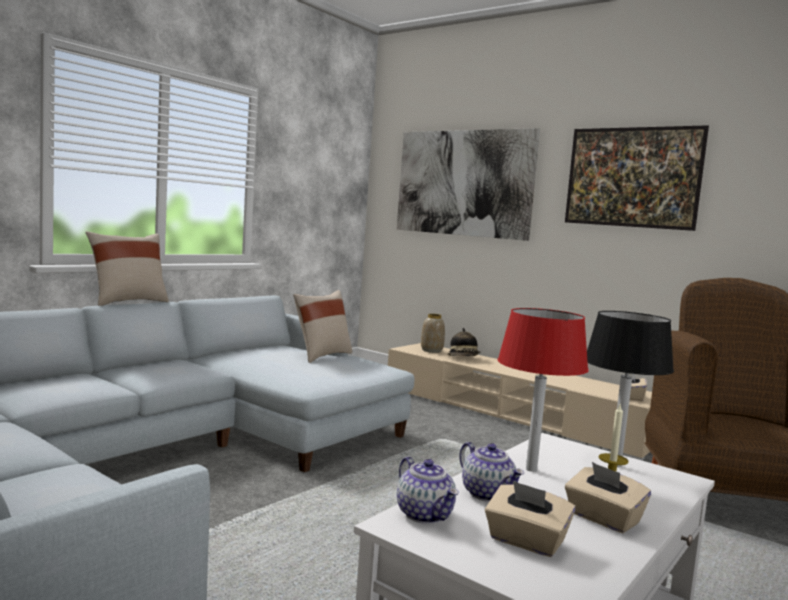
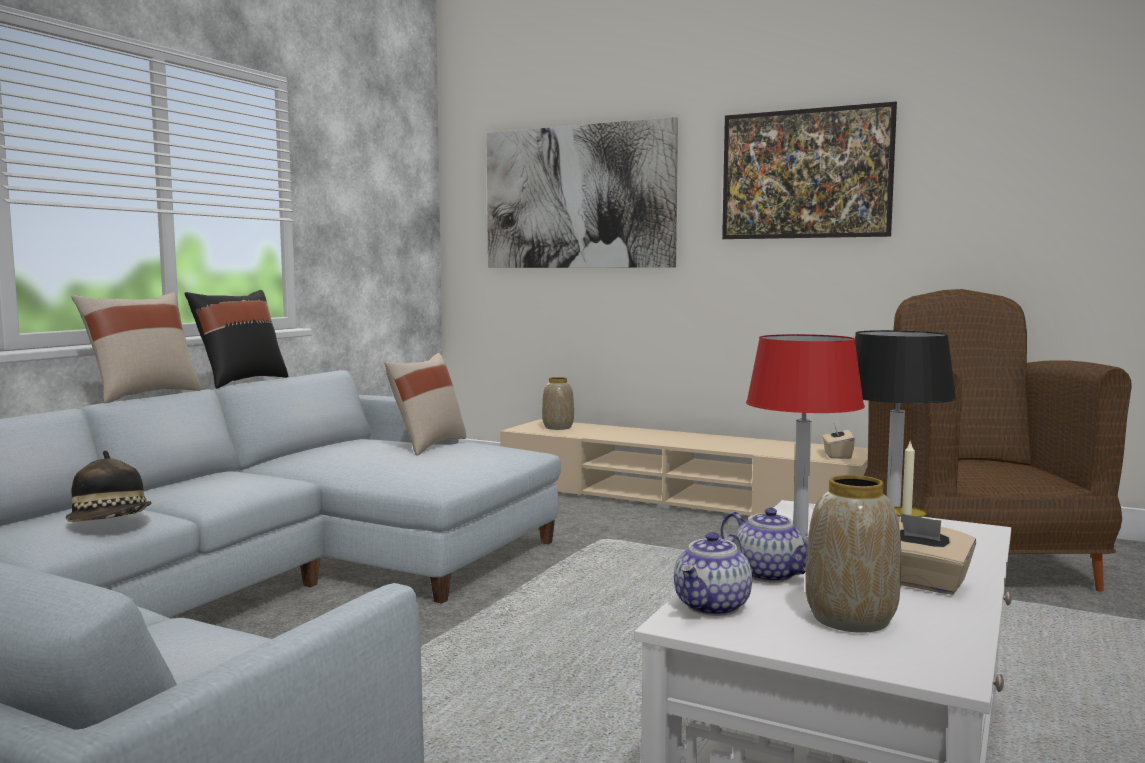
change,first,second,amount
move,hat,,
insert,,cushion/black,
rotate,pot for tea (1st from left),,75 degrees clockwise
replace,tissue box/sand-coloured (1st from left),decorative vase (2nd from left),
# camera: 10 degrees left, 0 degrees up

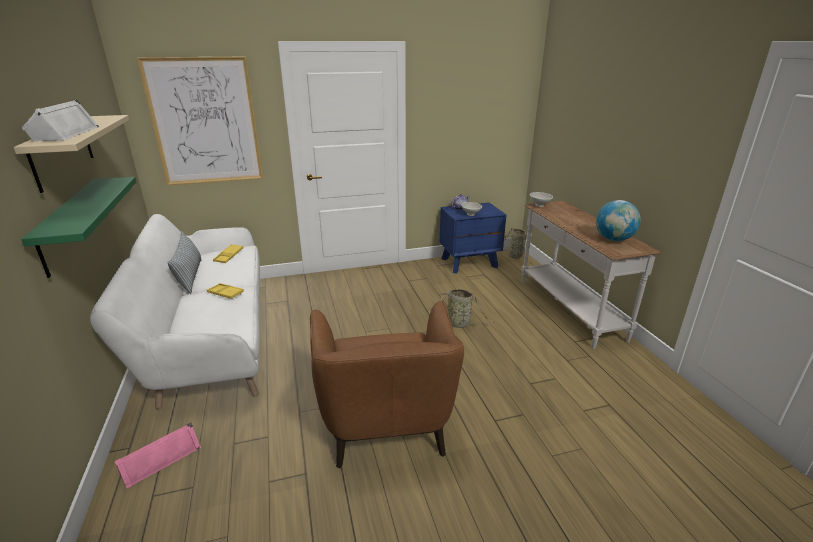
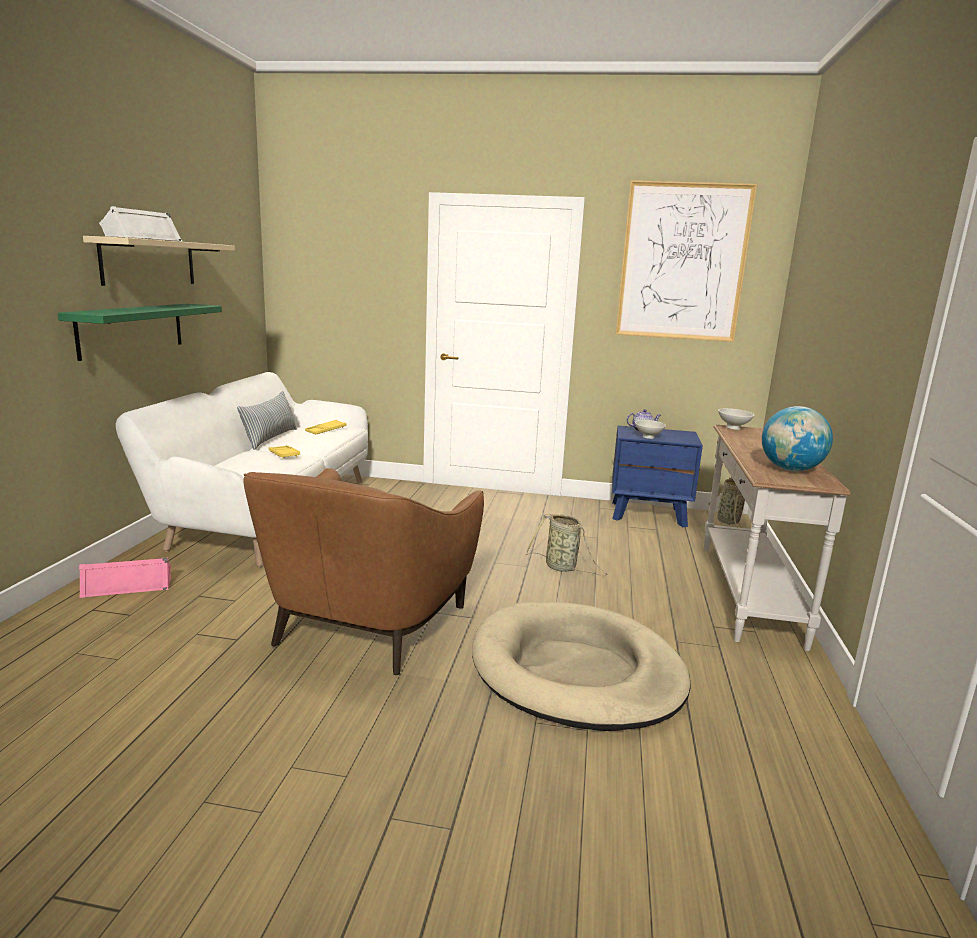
change,first,second,amount
insert,,pet bed/sand-coloured,
move,picture,,
# camera: 25 degrees right, 10 degrees down

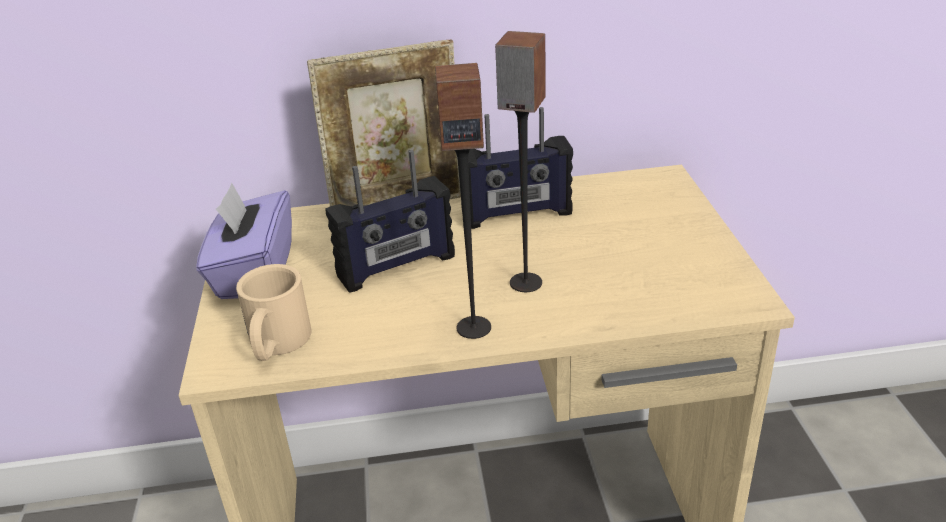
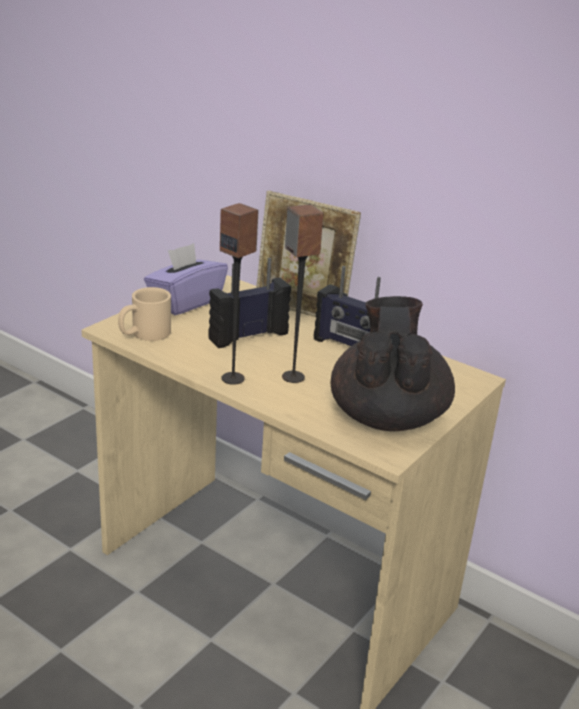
change,first,second,amount
rotate,radio set (1st from left),,135 degrees clockwise
insert,,pot for tea/black,
# camera: 40 degrees right, 5 degrees down

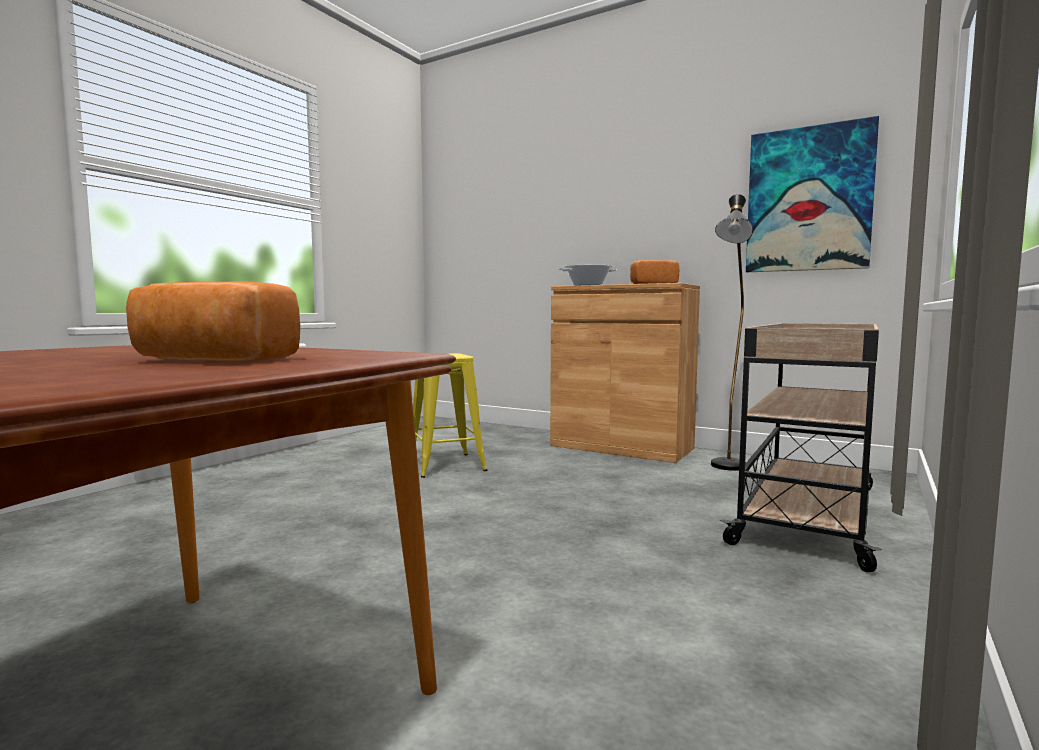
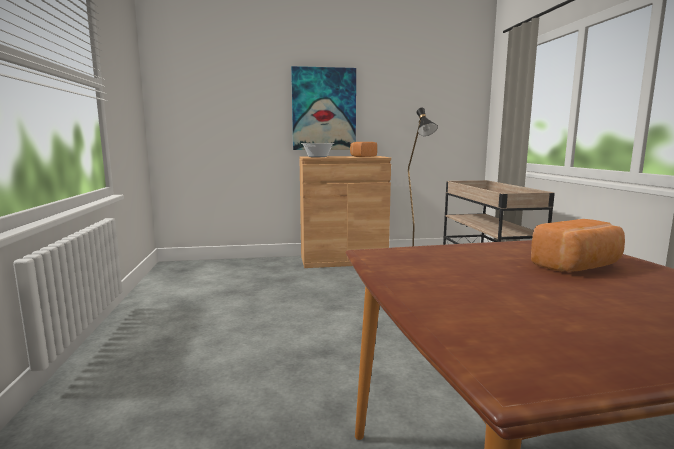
change,first,second,amount
move,picture,,
delete,stool/yellow,,
# camera: 40 degrees left, 5 degrees up

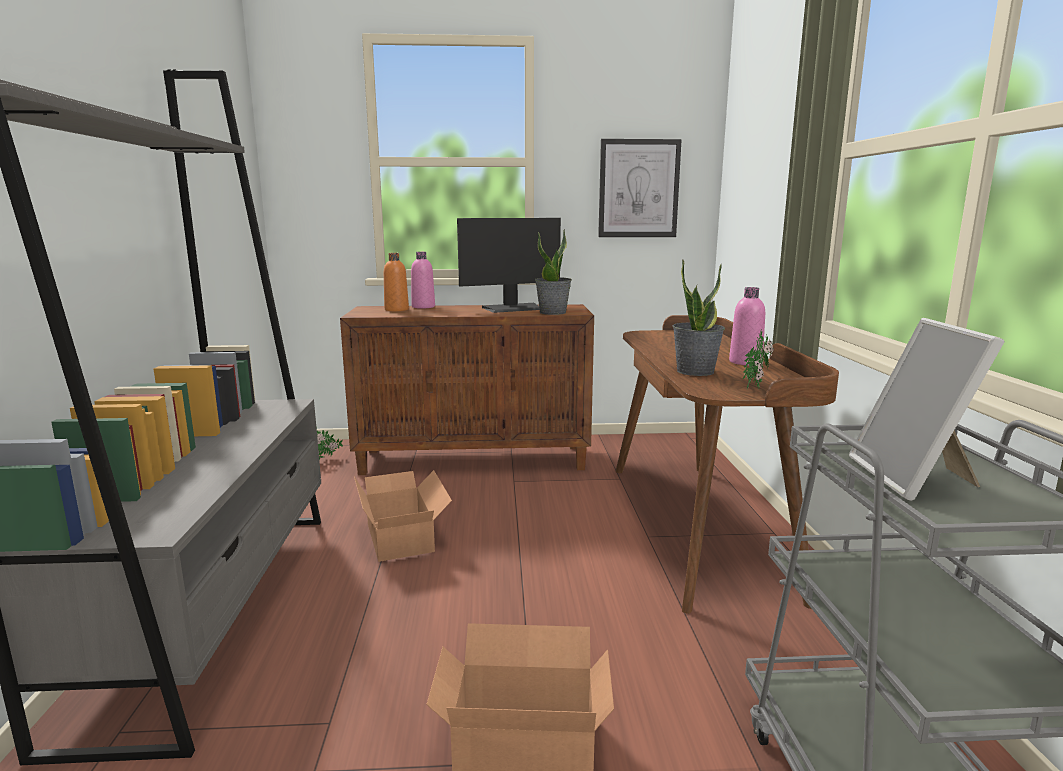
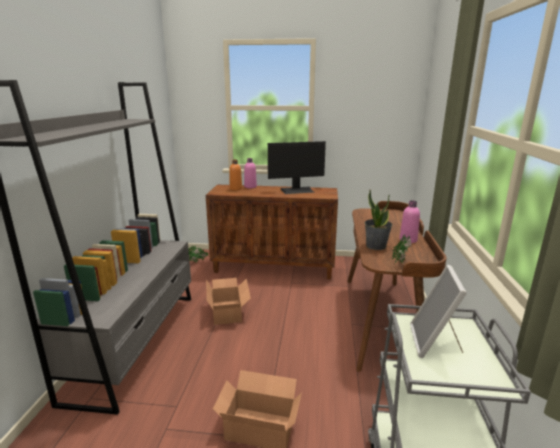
change,first,second,amount
delete,potted plant (2nd from left),,
delete,picture,,
# camera: 10 degrees right, 5 degrees up

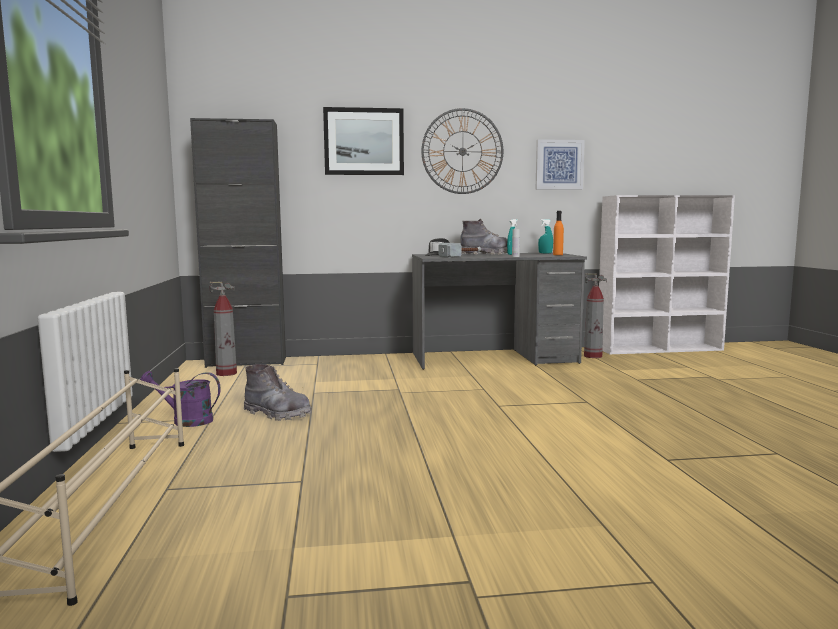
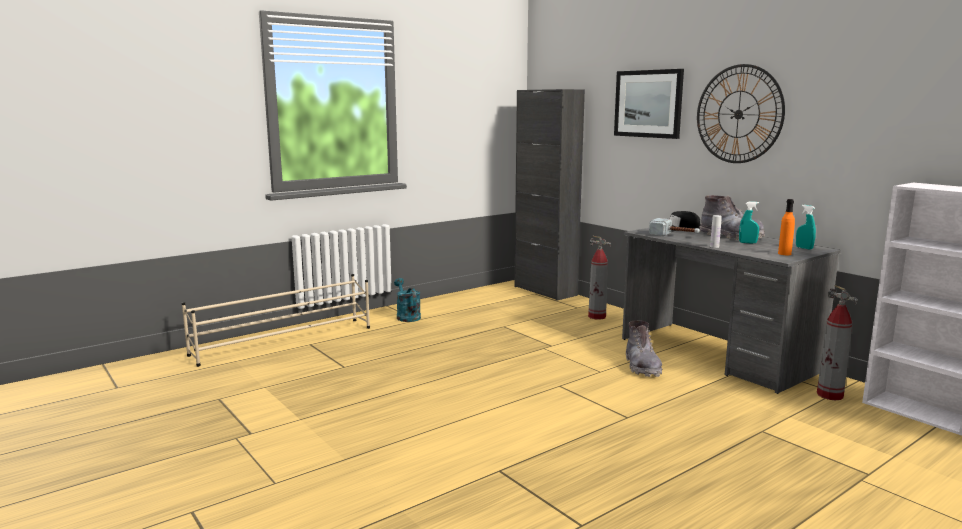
change,first,second,amount
recolor,sprinkling can/purplish,sprinkling can/blue-green,
move,extinguisher (1st from left),,
move,boot/grey (1st from left),,
delete,picture (2nd from left),,
# camera: 60 degrees right, 5 degrees up

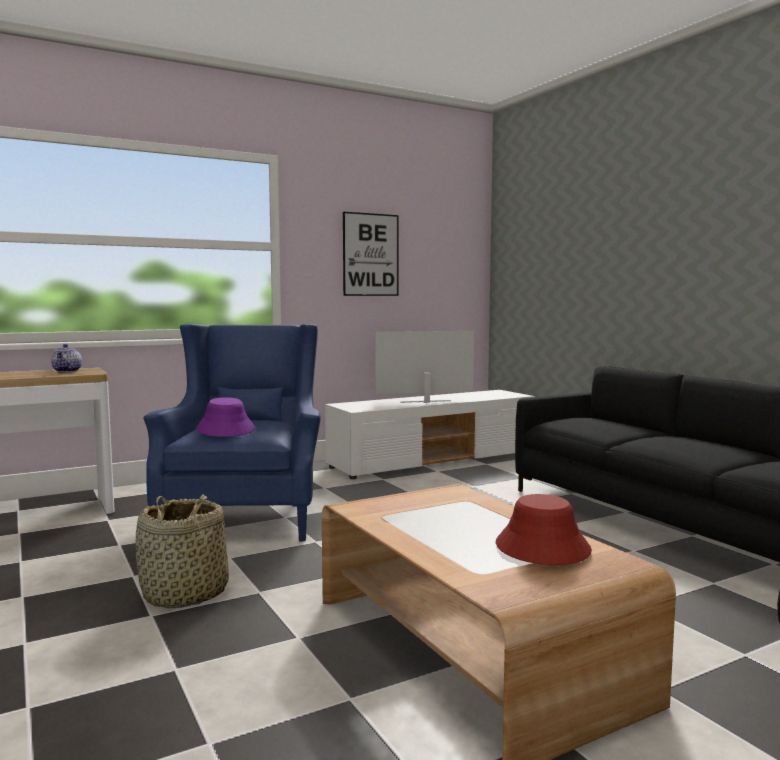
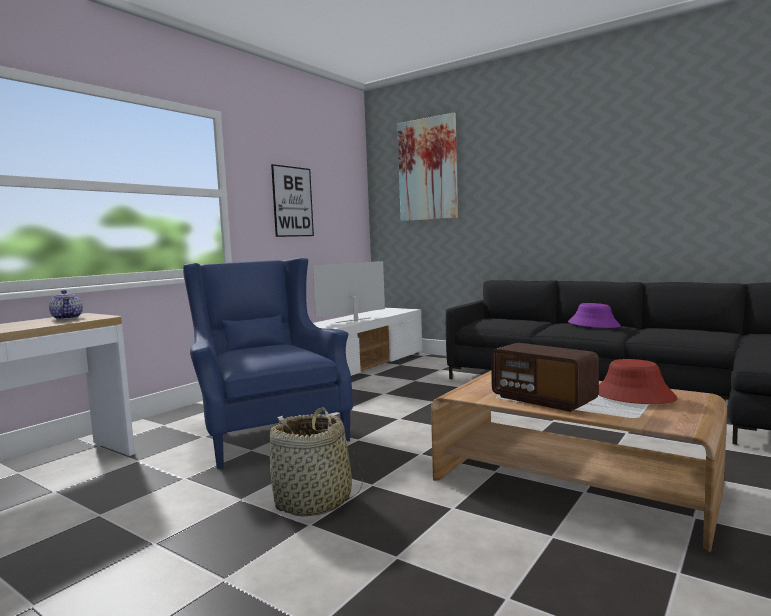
change,first,second,amount
insert,,picture (2nd from left),
insert,,radio set,
move,hat/purplish,,
# camera: 25 degrees left, 0 degrees up

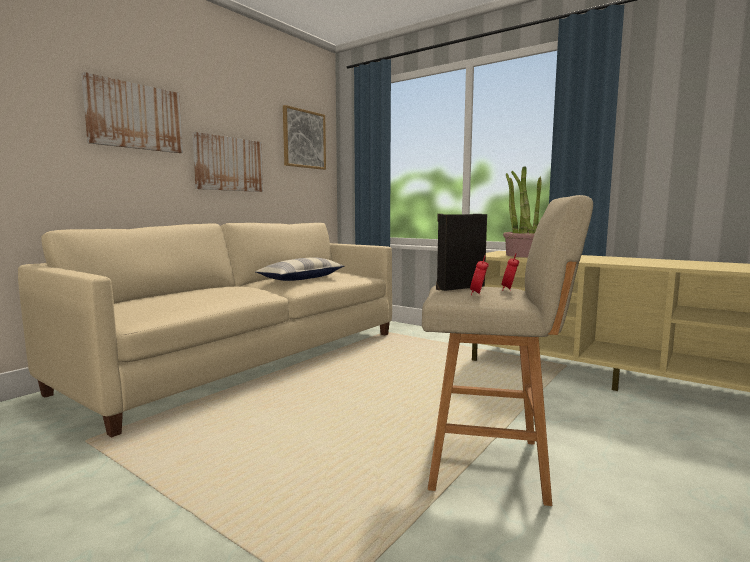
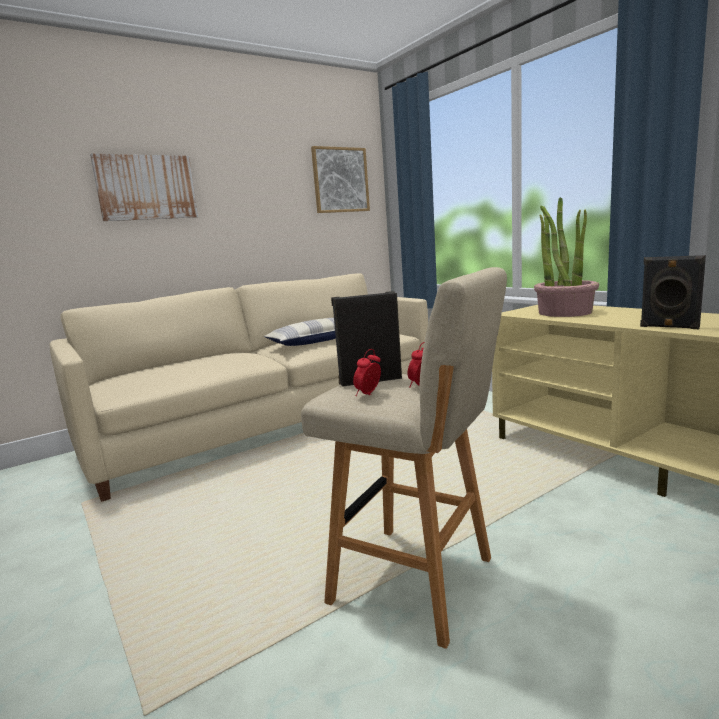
change,first,second,amount
insert,,audio speaker/black (2nd from left),
delete,picture (2nd from left),,
# camera: 20 degrees right, 5 degrees up

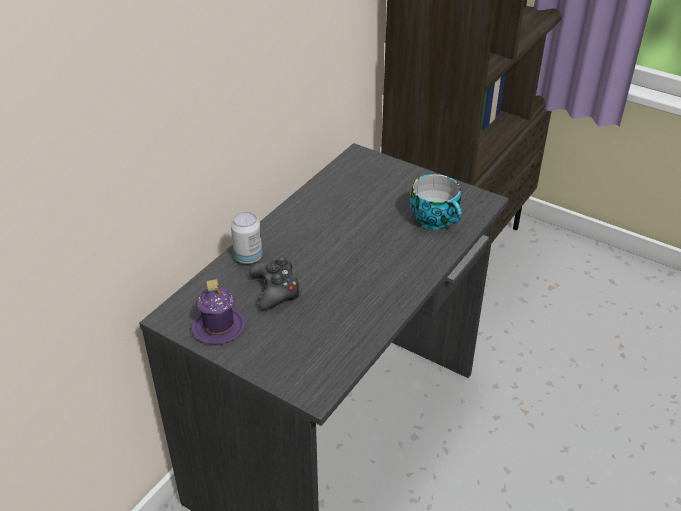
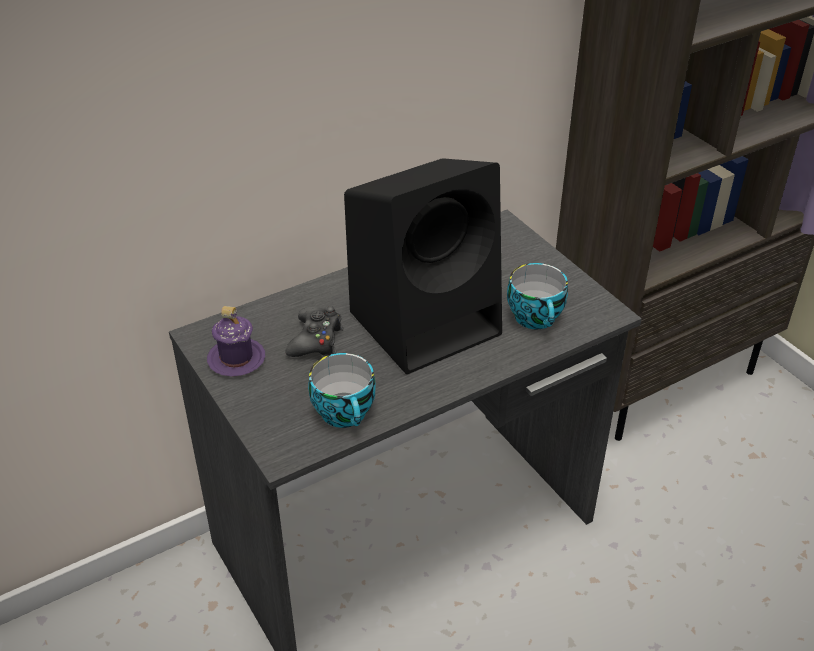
change,first,second,amount
insert,,drinking cup (1st from left),
insert,,audio speaker/black,
delete,sealed can,,
# camera: 25 degrees right, 0 degrees up

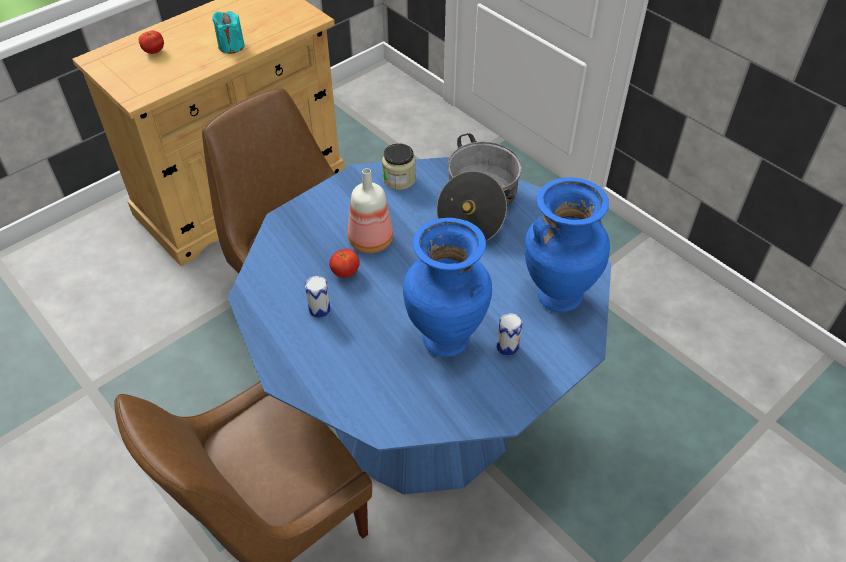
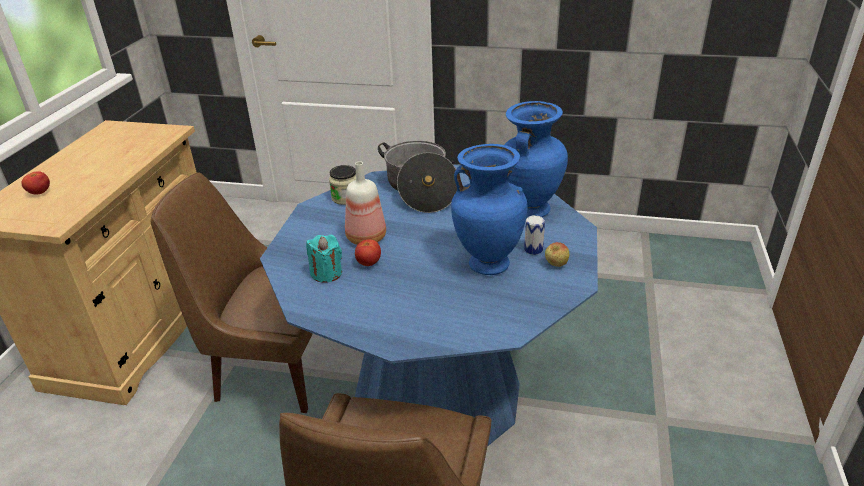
change,first,second,amount
move,candle/blue-green,,
insert,,apple fruit,
delete,sealed can (1st from left),,
# camera: 35 degrees left, 15 degrees down

